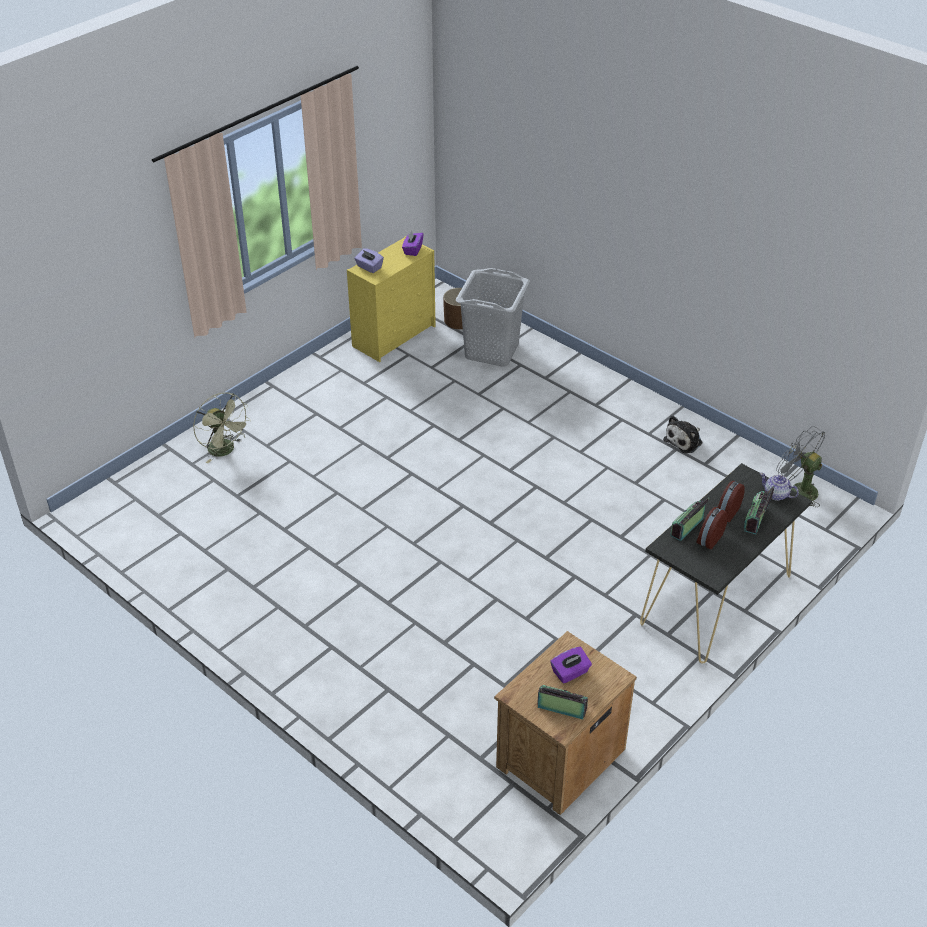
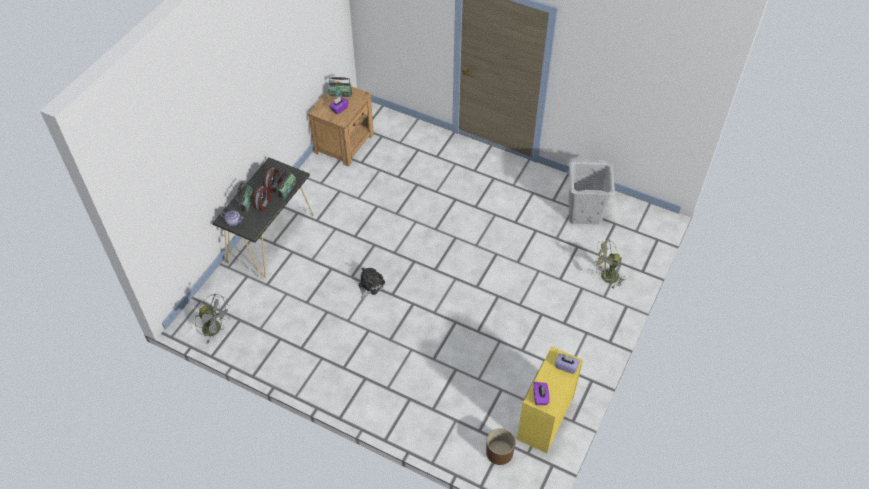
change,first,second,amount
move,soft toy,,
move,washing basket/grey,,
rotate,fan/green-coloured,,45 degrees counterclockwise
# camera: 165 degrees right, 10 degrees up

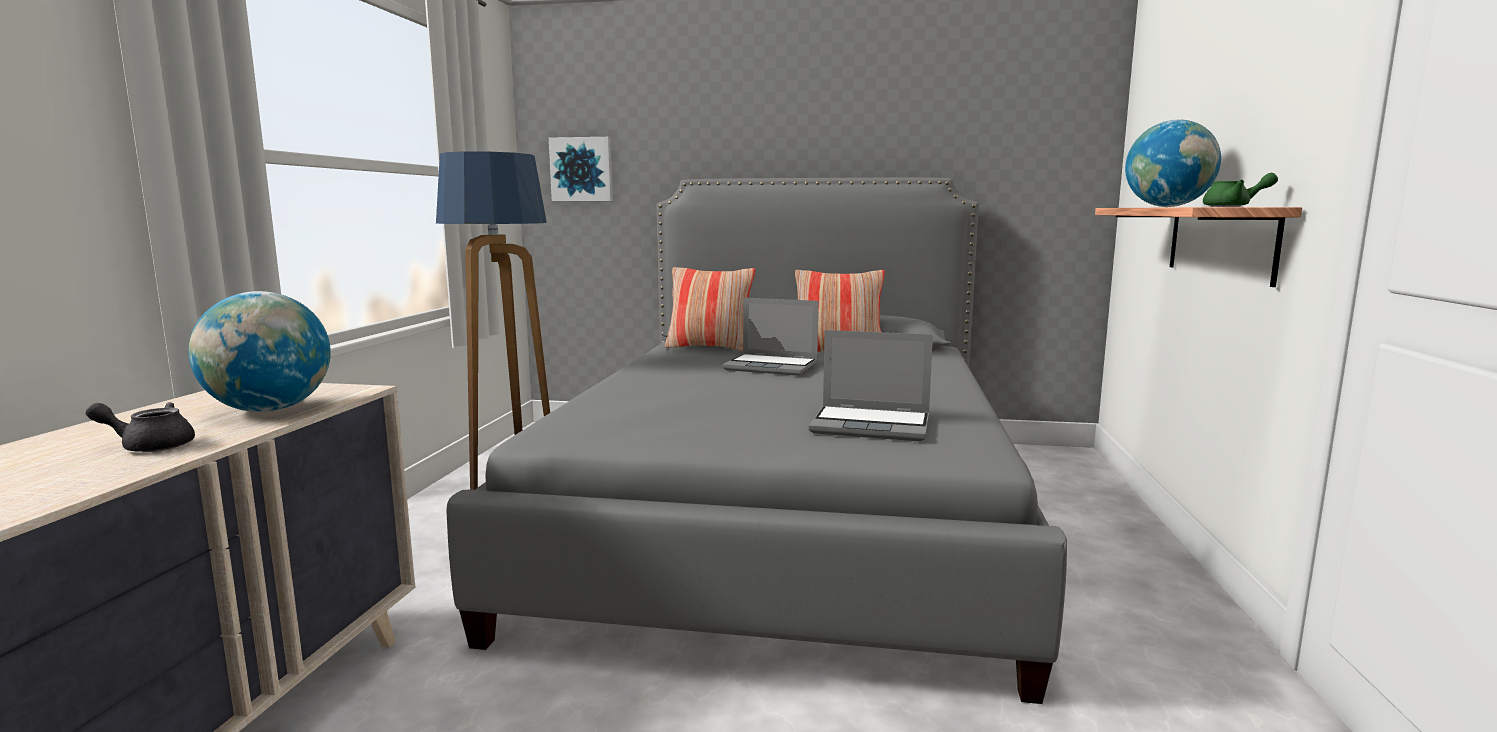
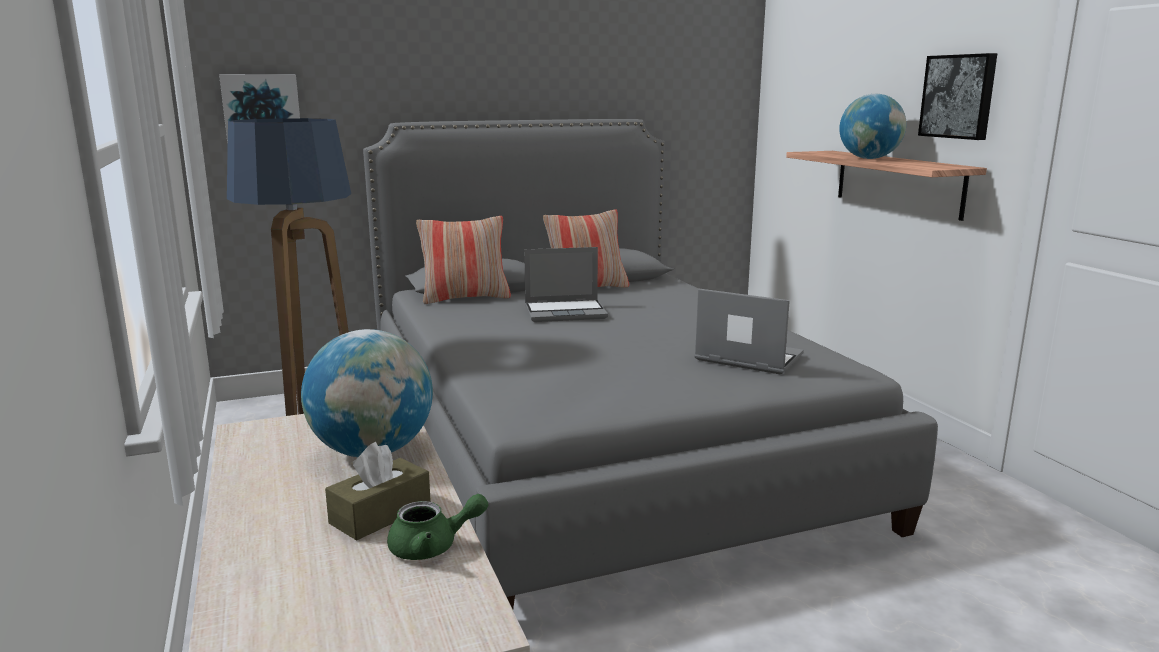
change,first,second,amount
replace,pot for tea/grey,tissue box/brownish,
move,pot for tea/green-coloured,,
rotate,laptop (2nd from left),,135 degrees counterclockwise
insert,,picture (2nd from left),
# camera: 30 degrees left, 5 degrees up

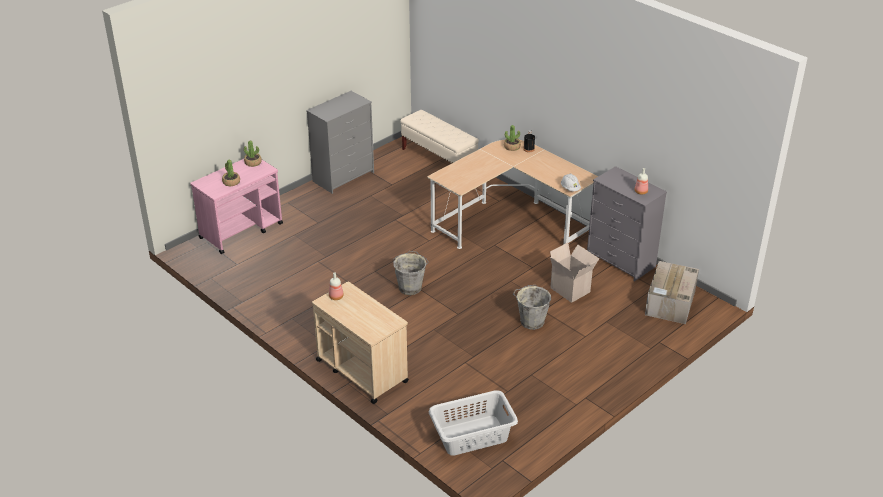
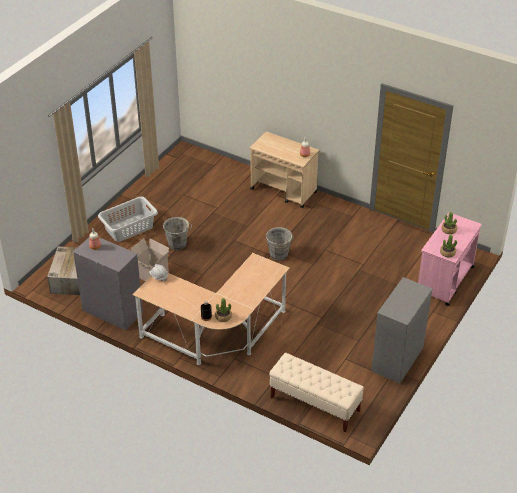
change,first,second,amount
move,washing basket/grey,,
# camera: 165 degrees right, 5 degrees up

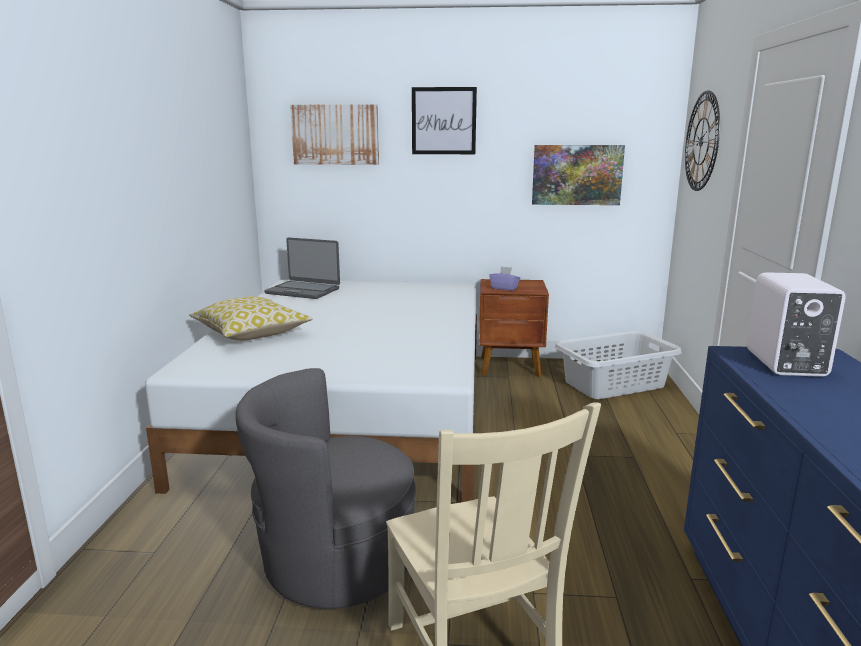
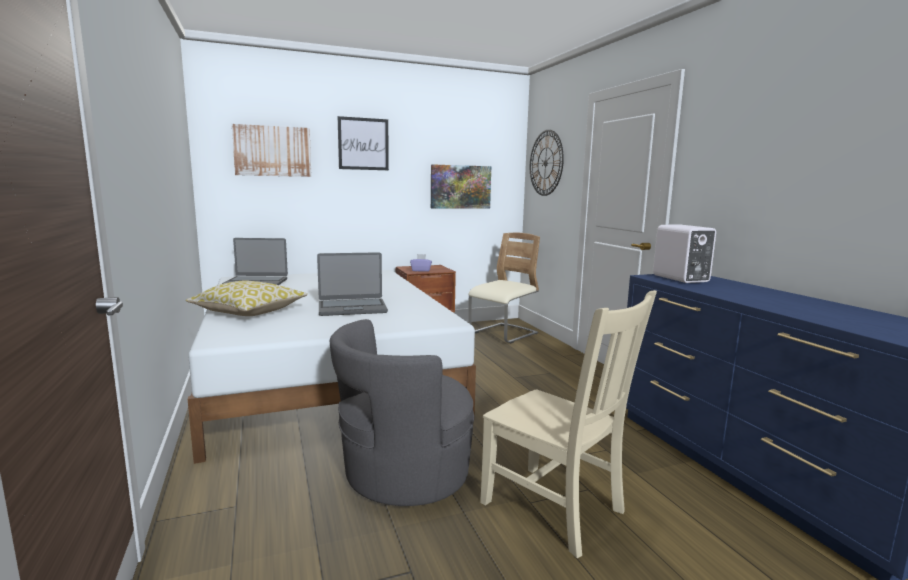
change,first,second,amount
insert,,laptop (2nd from left),
replace,washing basket/grey,plain chair/sand-coloured (1st from left),
# camera: 25 degrees left, 5 degrees down

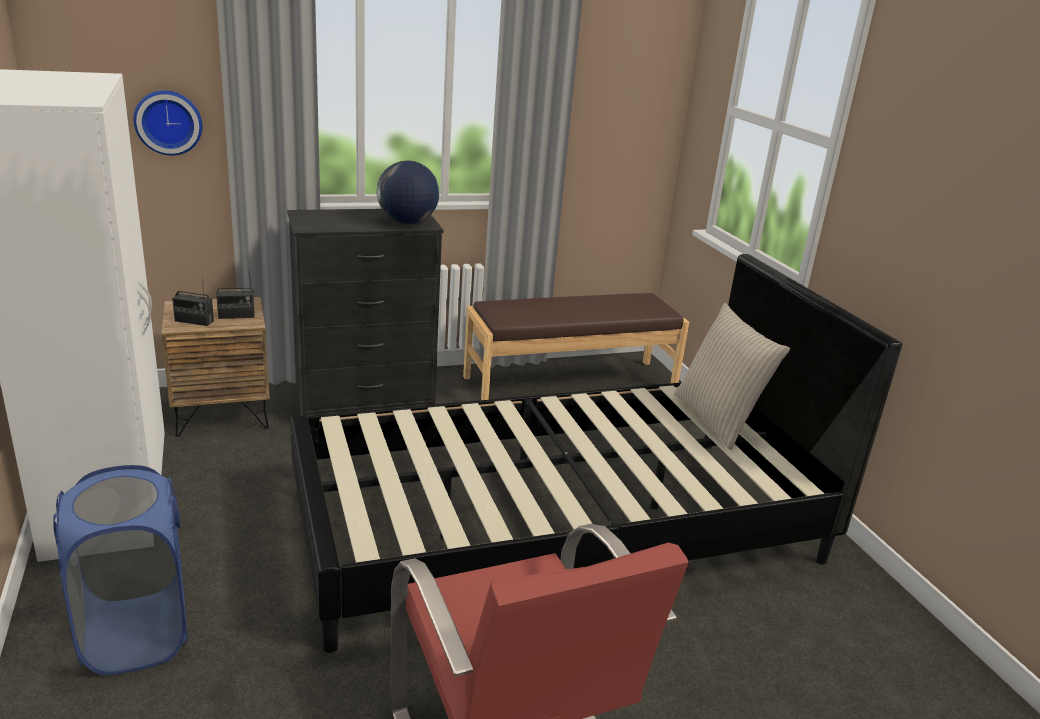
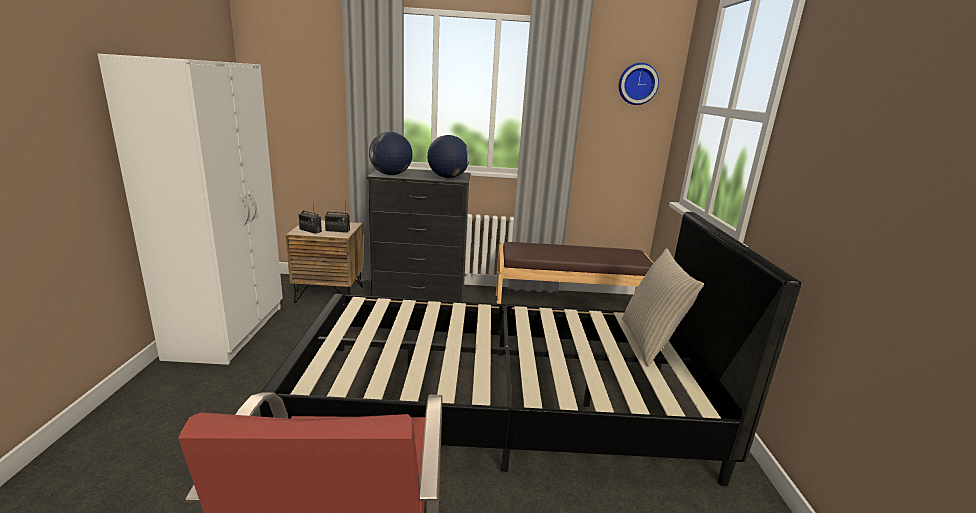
change,first,second,amount
insert,,world globe (1st from left),
move,hanging clock,,
delete,washing basket/bluish,,
# camera: 20 degrees right, 5 degrees down

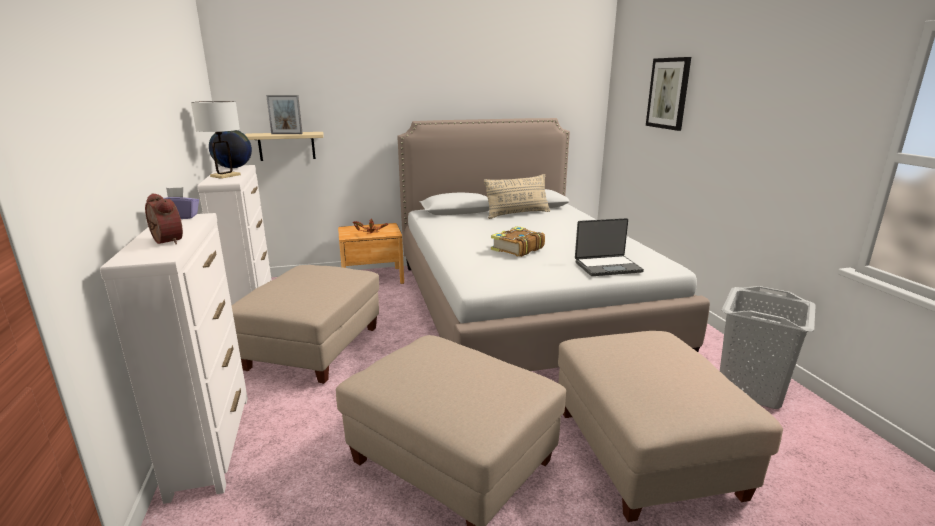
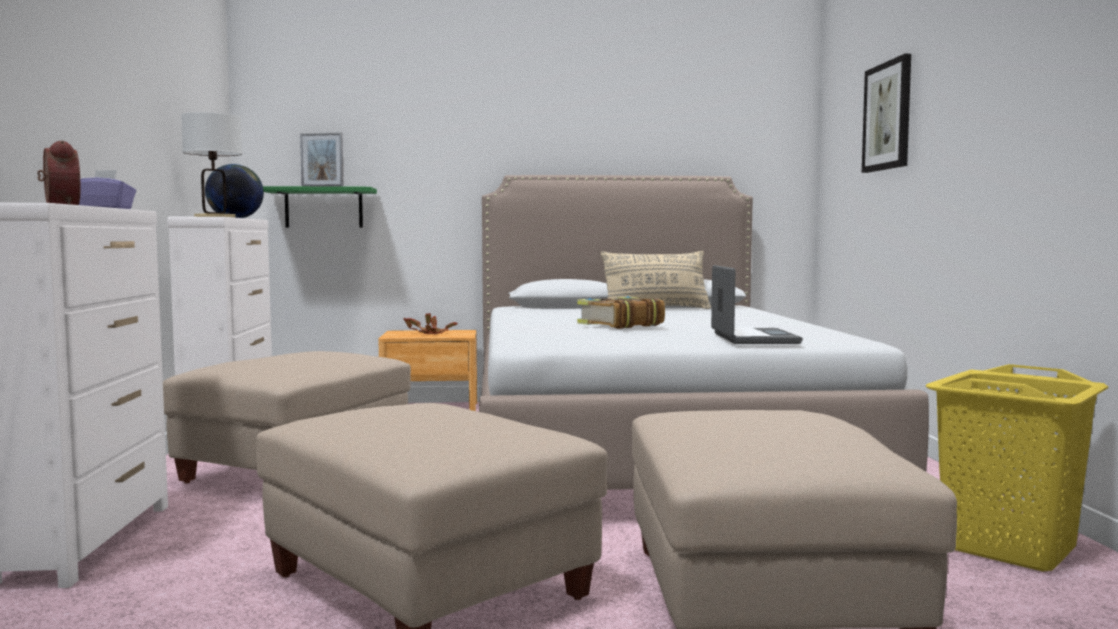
change,first,second,amount
recolor,shelf/sand-coloured,shelf/green-coloured,
rotate,laptop,,90 degrees counterclockwise
recolor,washing basket/grey,washing basket/yellow,
# camera: 10 degrees right, 15 degrees down

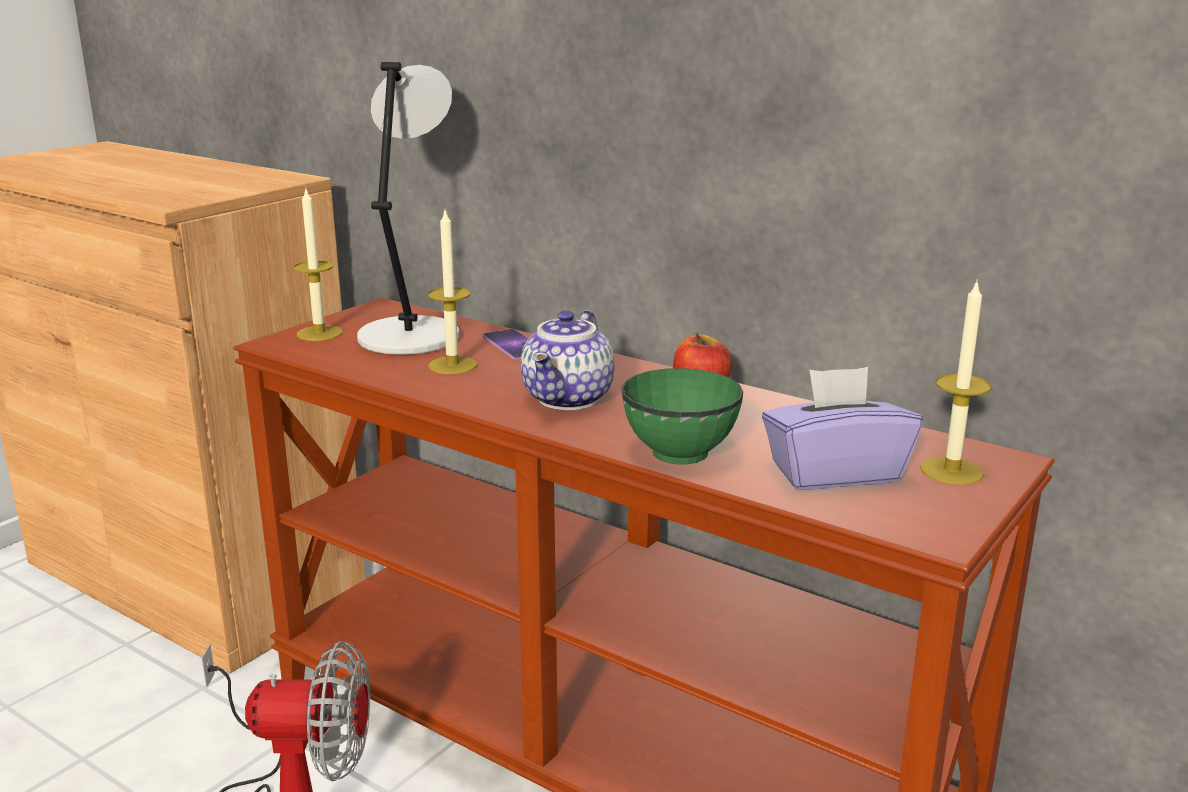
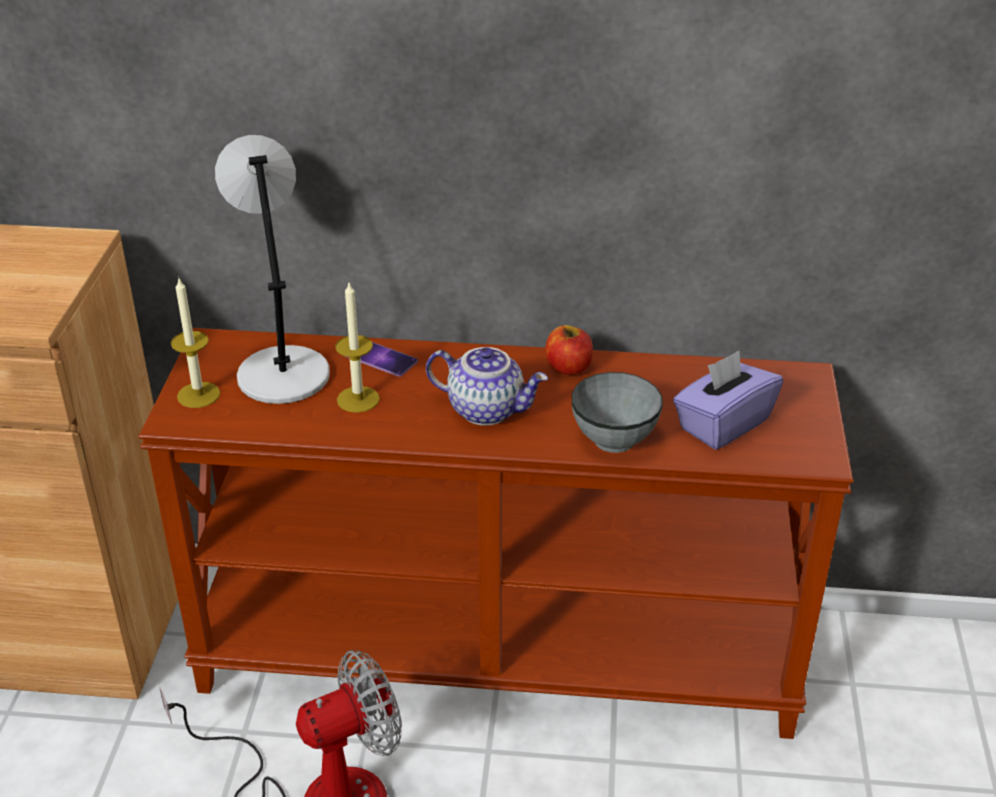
change,first,second,amount
rotate,pot for tea,,60 degrees counterclockwise
recolor,deep dish/green-coloured,deep dish/grey,
delete,candle (3rd from left),,
# camera: 30 degrees left, 15 degrees up

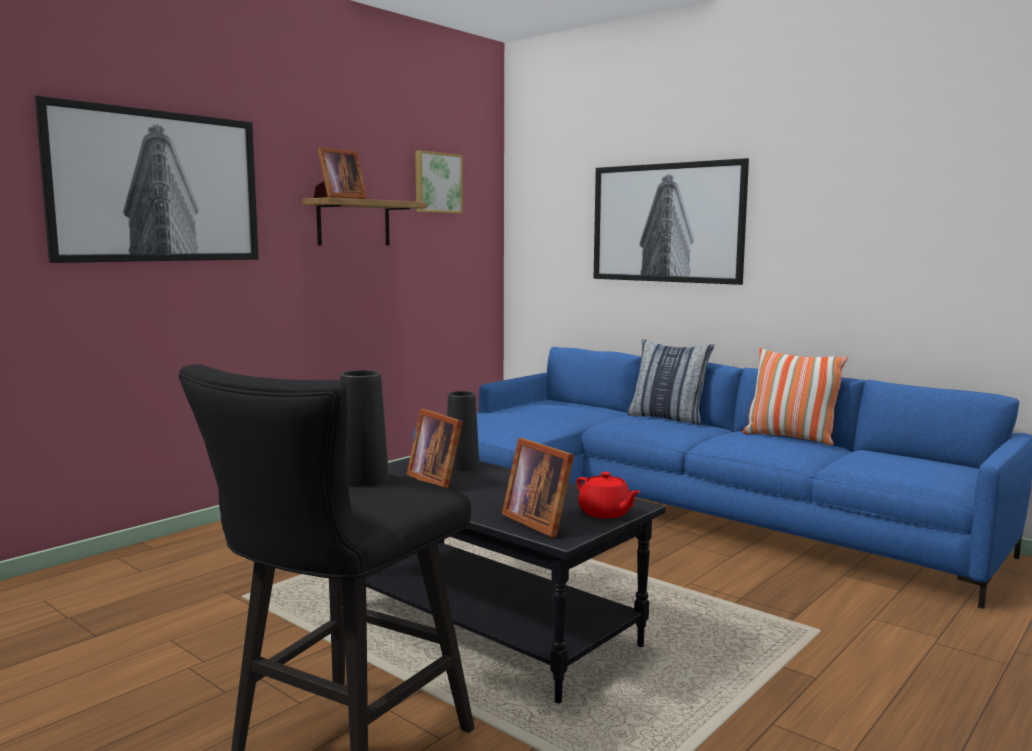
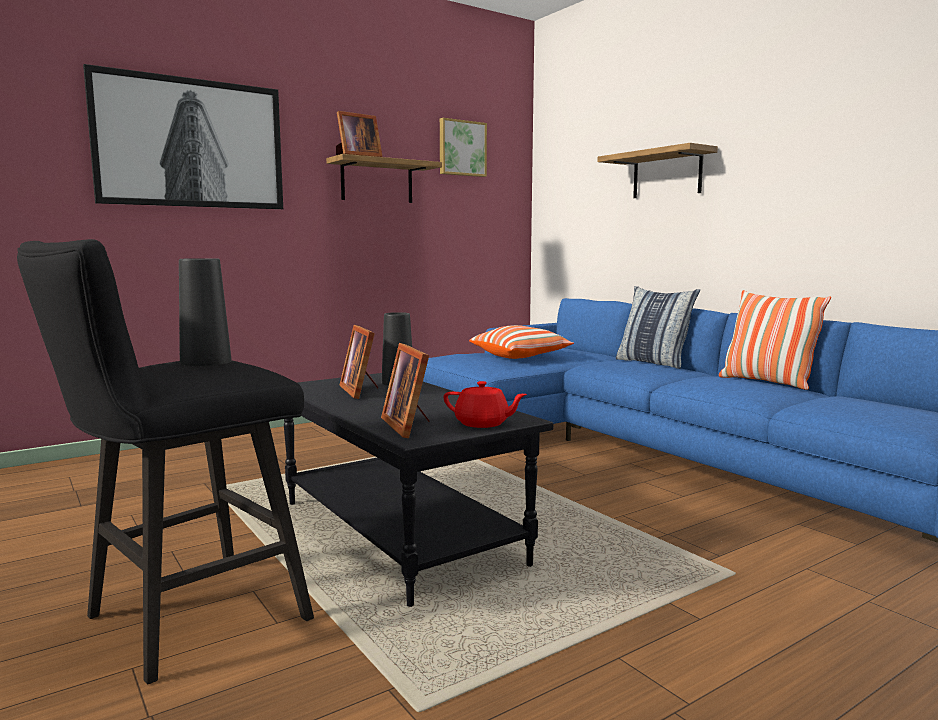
change,first,second,amount
rotate,pot for tea/reddish,,45 degrees counterclockwise
insert,,cushion (1st from left),
replace,picture (3rd from left),shelf (2nd from left),
# camera: 15 degrees right, 0 degrees up

